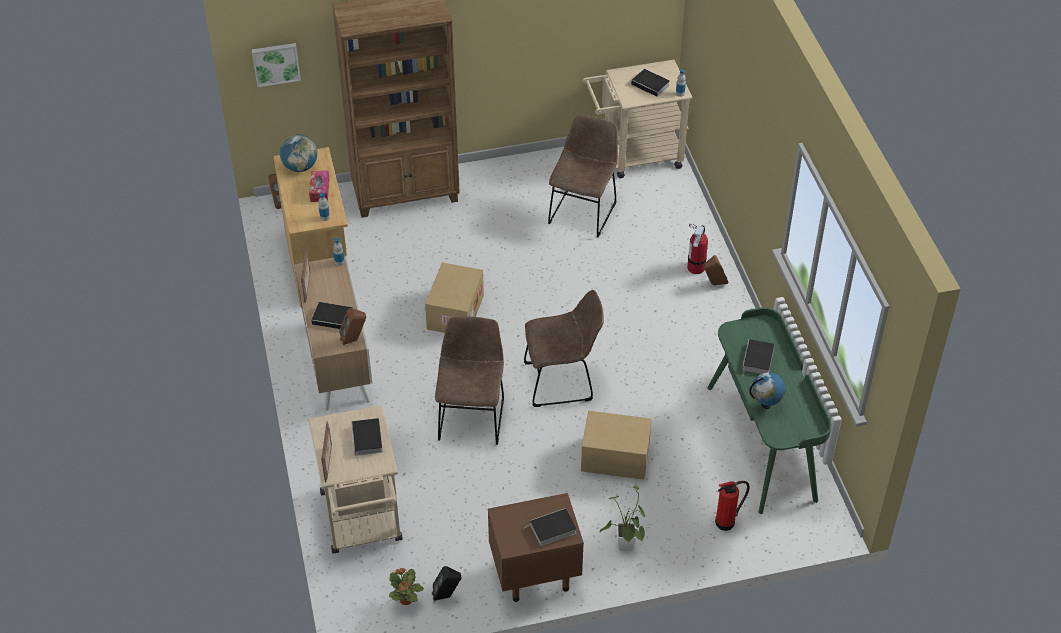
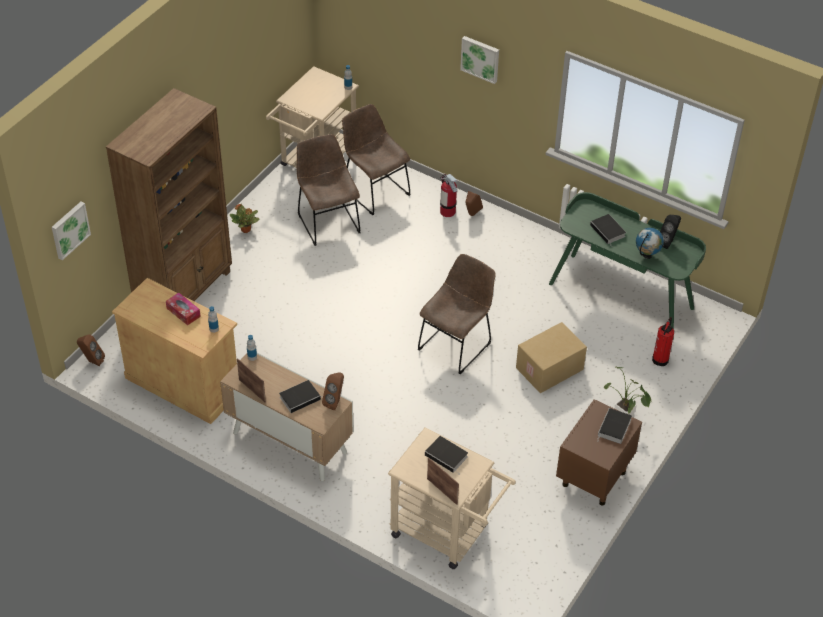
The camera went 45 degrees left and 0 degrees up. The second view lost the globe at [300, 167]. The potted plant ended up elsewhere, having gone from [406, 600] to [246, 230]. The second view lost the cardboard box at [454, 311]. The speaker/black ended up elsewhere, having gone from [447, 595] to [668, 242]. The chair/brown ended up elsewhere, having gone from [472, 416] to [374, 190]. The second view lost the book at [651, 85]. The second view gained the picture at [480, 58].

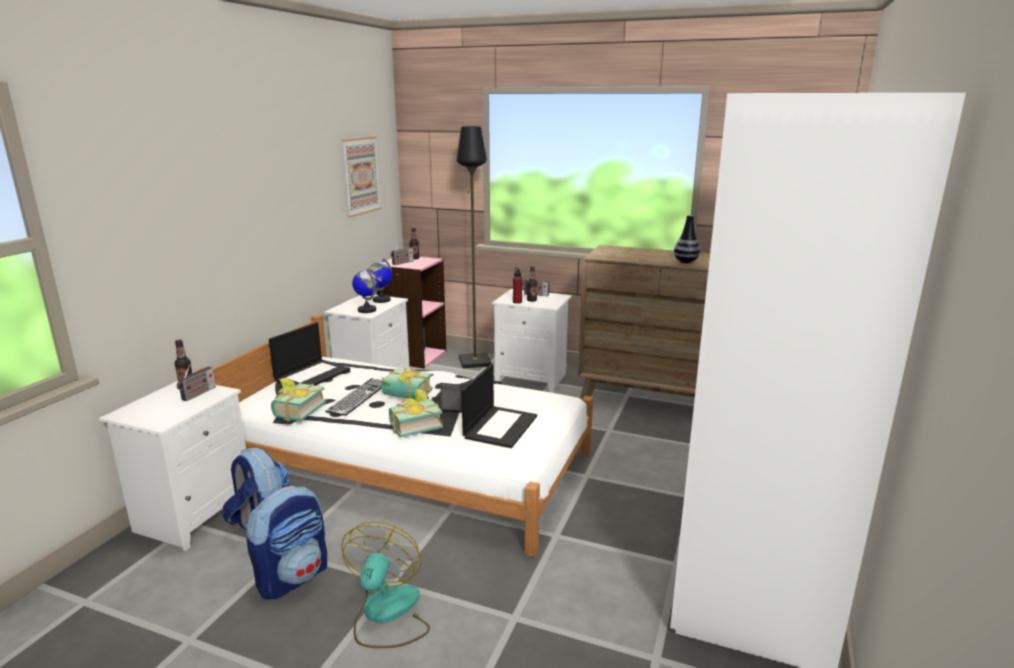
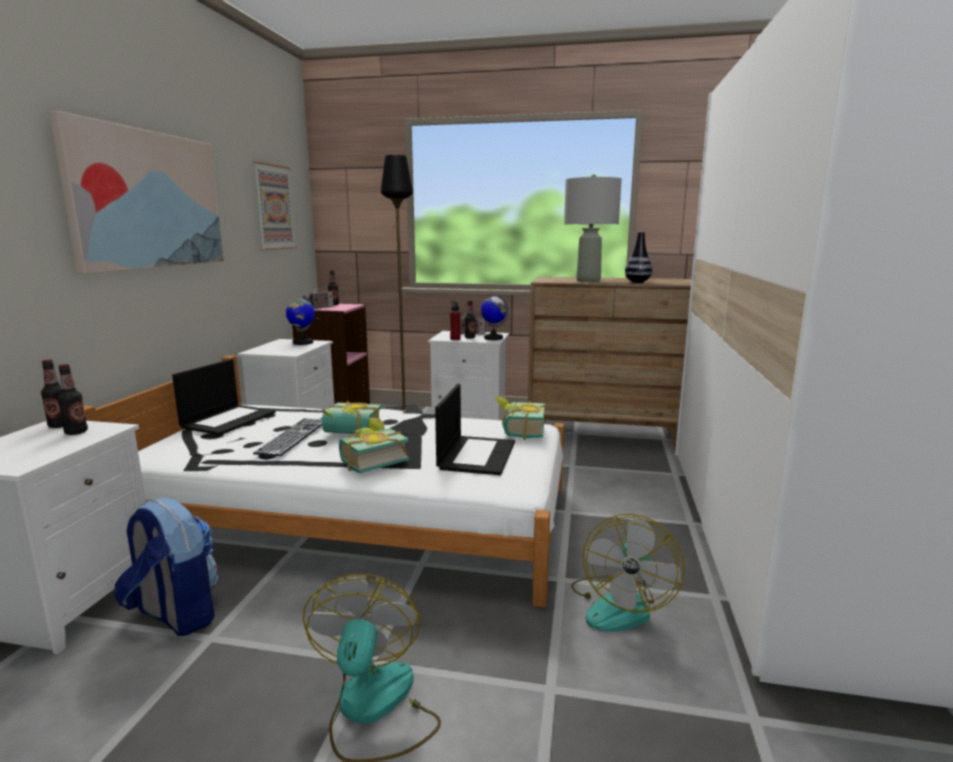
The camera went 10 degrees left and 5 degrees down. Where the radio stood at [198, 394], the bottle came to stand at [76, 432]. The second view lost the backpack at [293, 577]. The book ended up elsewhere, having gone from [295, 411] to [518, 431]. The globe ended up elsewhere, having gone from [367, 310] to [493, 338]. The second view lost the keyboard at [451, 399]. The second view gained the picture at [147, 200]. The second view gained the table lamp/grey at [588, 281]. The second view gained the fan at [620, 605].

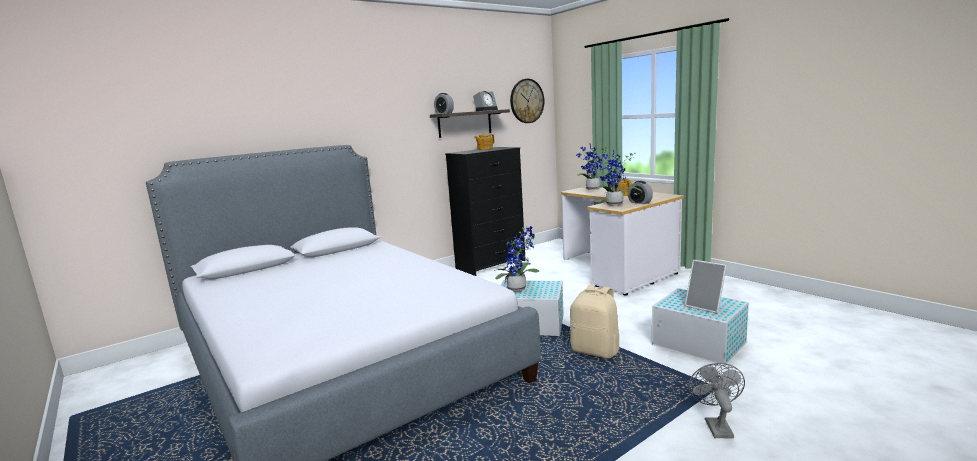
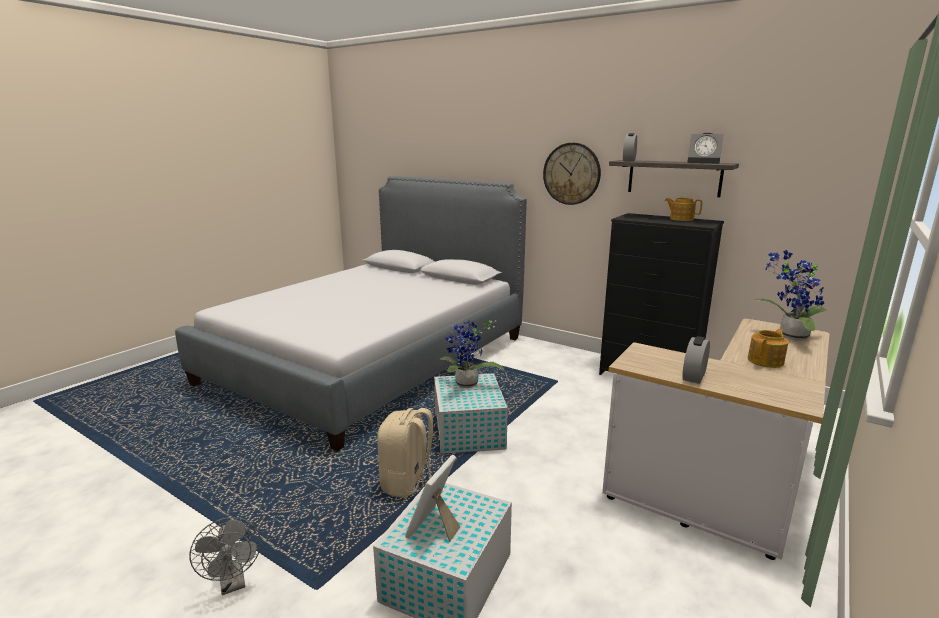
The camera went 70 degrees right and 5 degrees up. The wall clock ended up elsewhere, having gone from [526, 101] to [571, 174]. The second view lost the potted plant at [614, 205]. The fan/grey at [716, 425] ended up facing another way, 75 degrees clockwise from before.

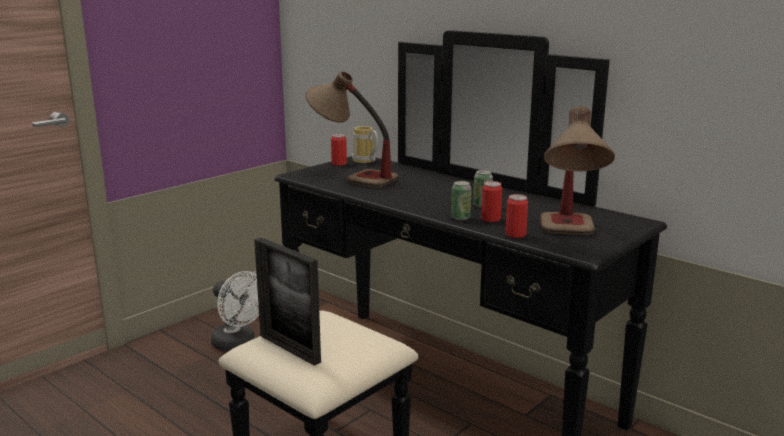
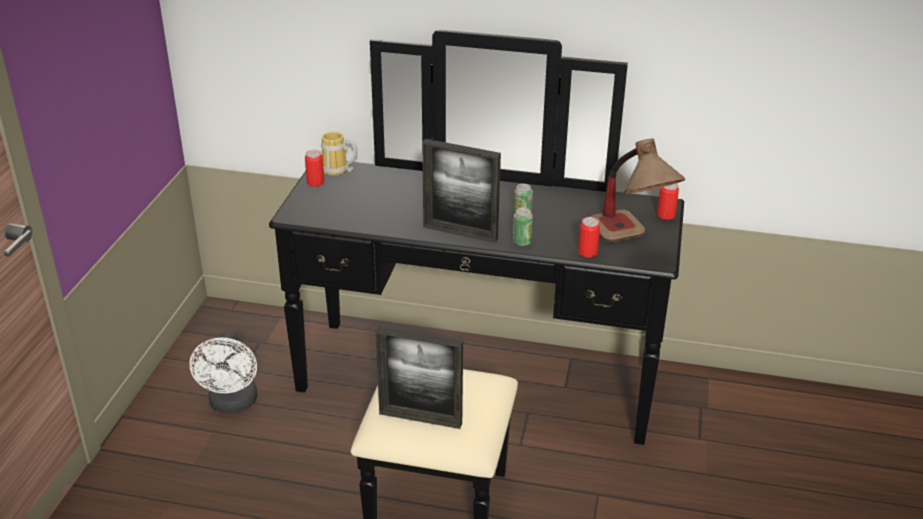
The camera went 30 degrees left and 15 degrees up. The fan/white at [238, 344] ended up facing another way, 75 degrees clockwise from before. The second view lost the table lamp at [351, 177]. The can ended up elsewhere, having gone from [490, 219] to [666, 215]. The second view gained the picture frame at [460, 233].

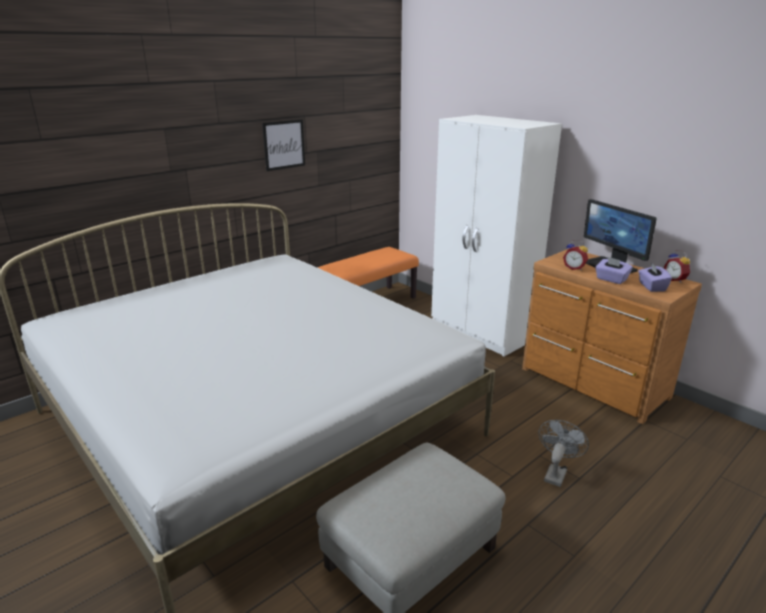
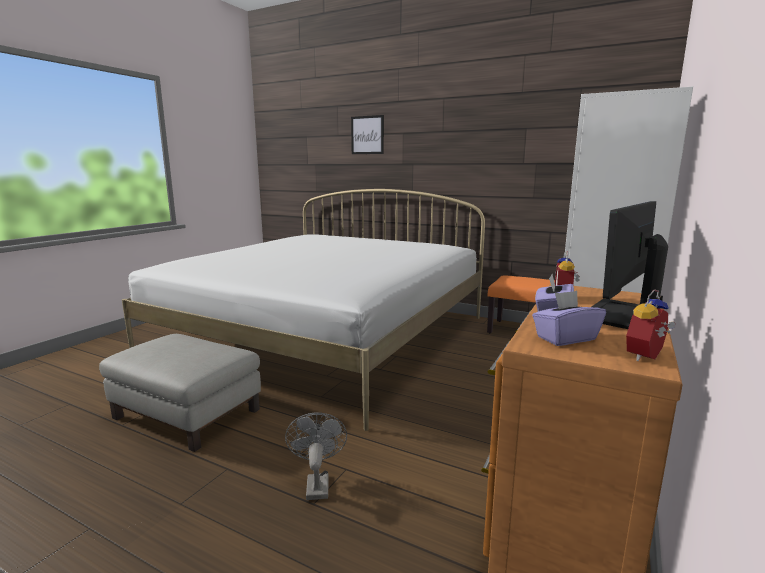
The camera went 70 degrees right and 10 degrees down. The picture ended up elsewhere, having gone from [284, 144] to [367, 135]. The fan/grey at [556, 473] ended up facing another way, 105 degrees counterclockwise from before.

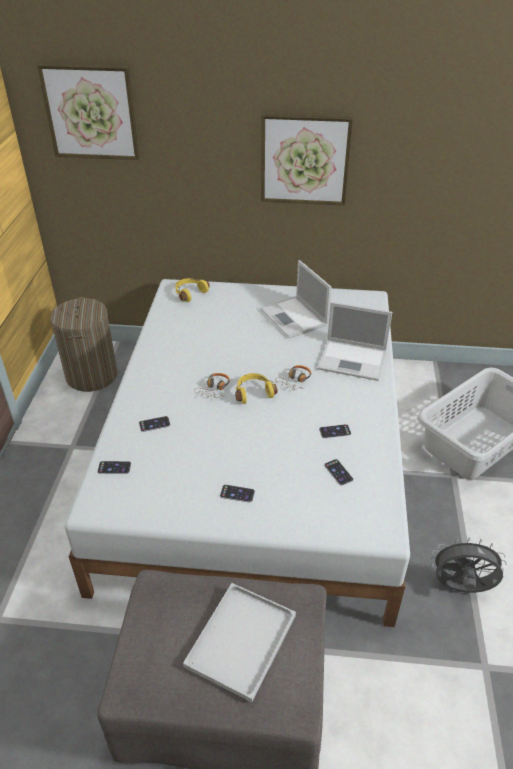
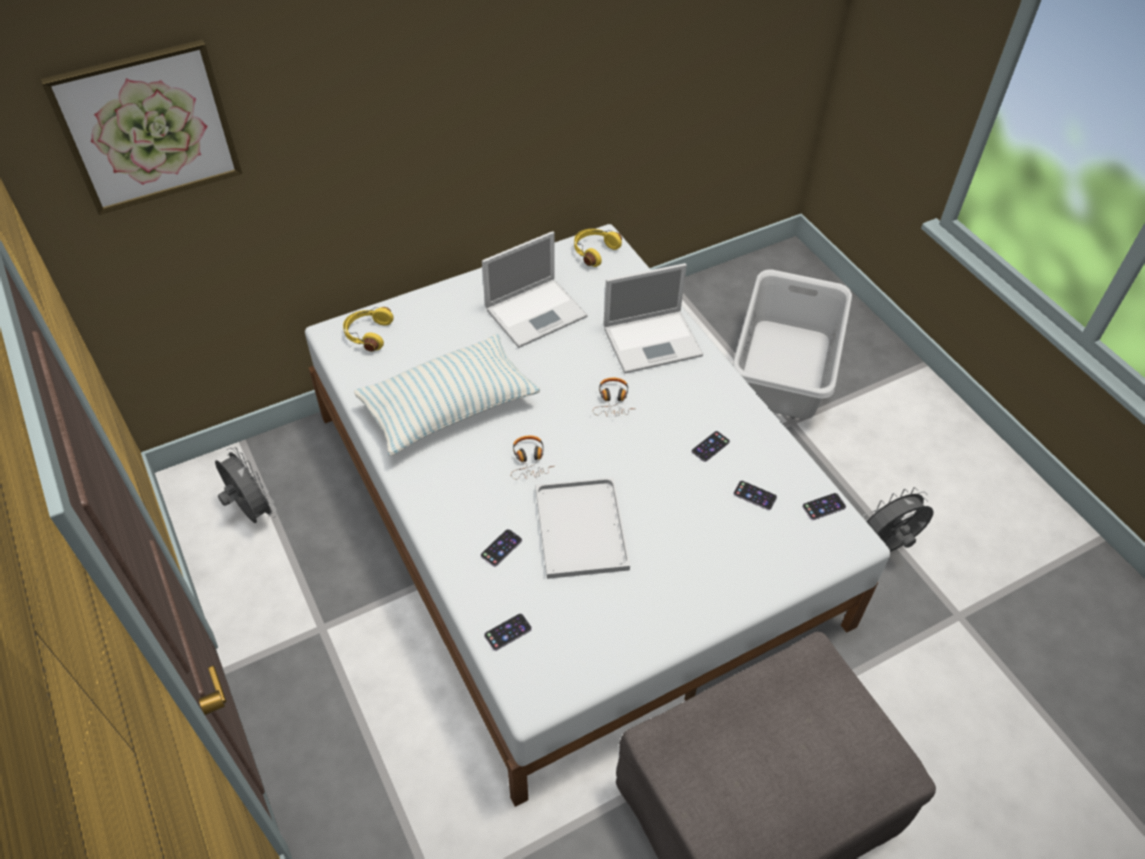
The camera went 35 degrees left and 10 degrees up. Where the laundry basket stood at [91, 375], the fan/grey came to stand at [251, 511]. The tray/white ended up elsewhere, having gone from [241, 638] to [579, 526]. The phone ended up elsewhere, having gone from [237, 493] to [824, 506]. The headphones/yellow ended up elsewhere, having gone from [253, 392] to [594, 251]. The laptop at [294, 318] ended up facing another way, 60 degrees counterclockwise from before. The second view lost the picture at [304, 160]. The second view gained the pillow at [449, 407].

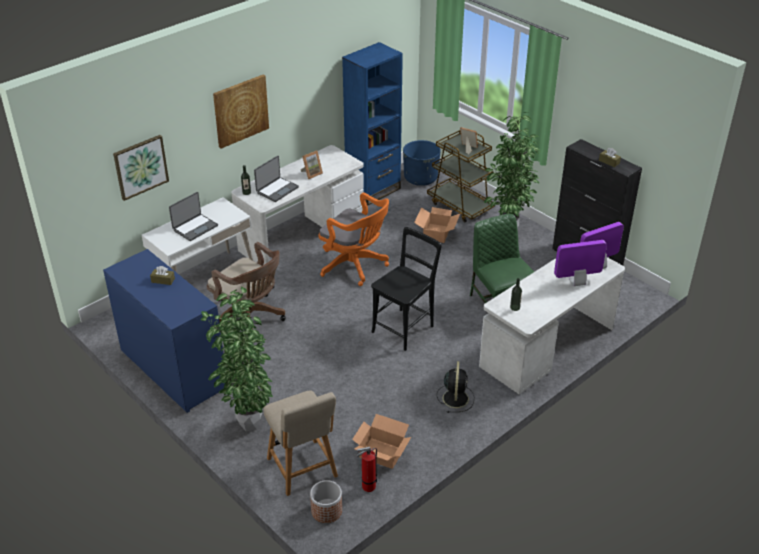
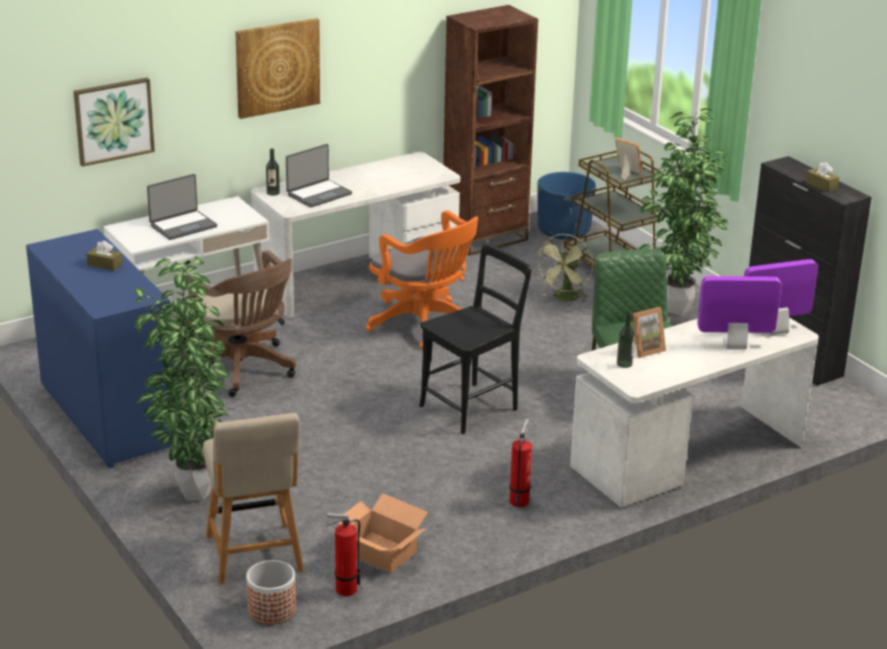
The camera went 10 degrees right and 10 degrees down. The picture frame ended up elsewhere, having gone from [311, 173] to [645, 349]. What was the bookcase/blue at [373, 191] turned into the bookcase/brown at [484, 238]. Where the cardboard box stood at [437, 233], the fan/green came to stand at [565, 299]. Where the fan/black stood at [455, 397], the fire extinguisher came to stand at [520, 500].

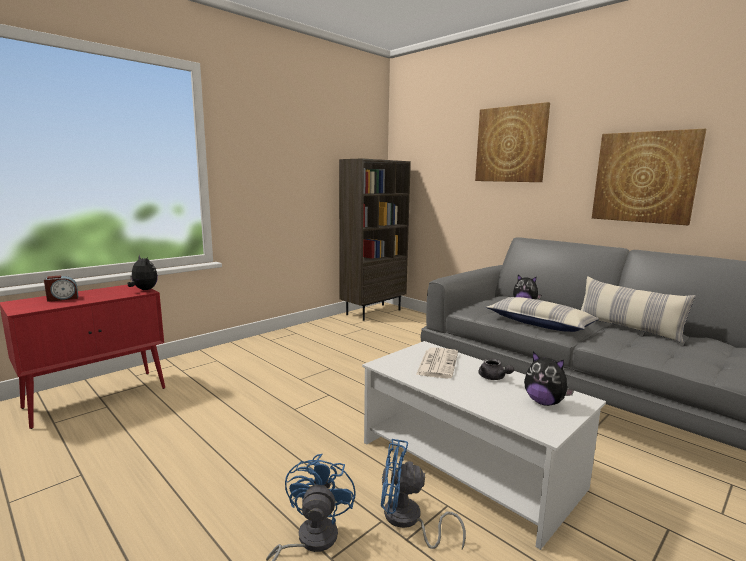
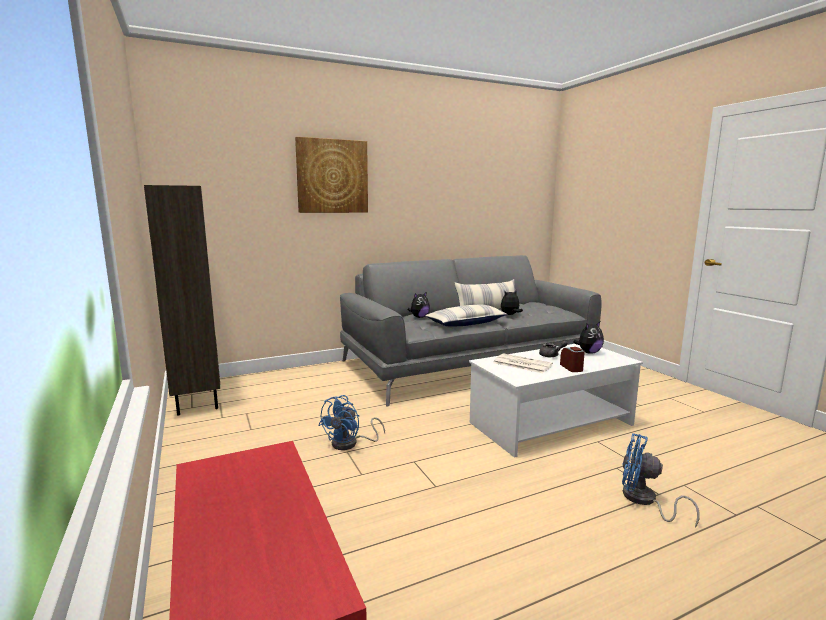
The camera went 70 degrees left and 0 degrees up. The alarm clock ended up elsewhere, having gone from [62, 298] to [572, 368]. The plush toy ended up elsewhere, having gone from [144, 290] to [510, 315]. The fan/blue ended up elsewhere, having gone from [407, 521] to [350, 443]. The second view lost the picture at [644, 177].

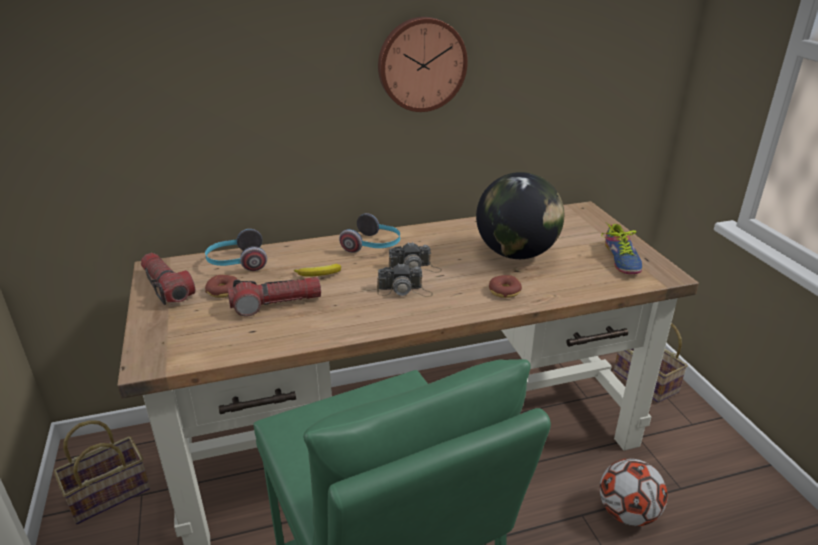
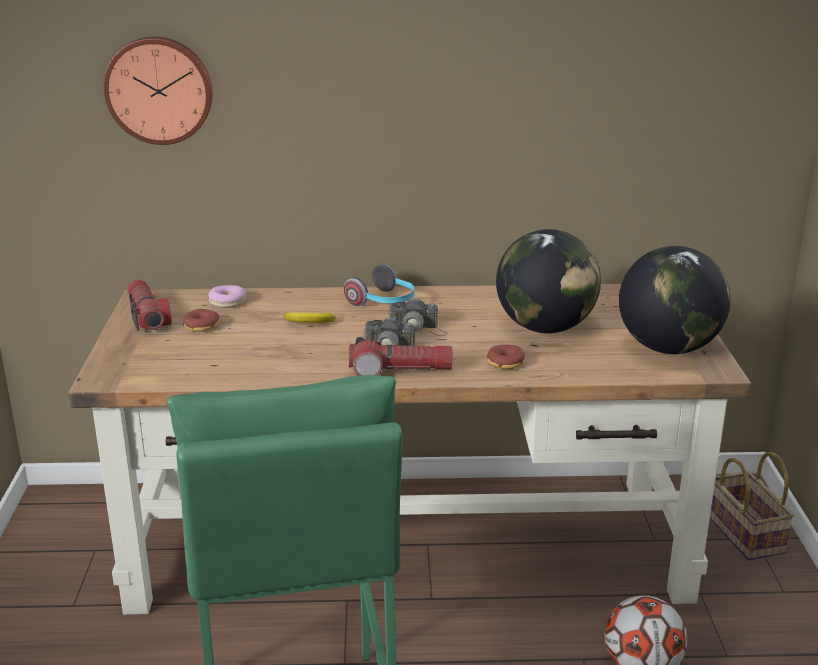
The camera went 15 degrees right and 5 degrees down. The second view lost the basket at [110, 492]. Where the headphones stood at [237, 263], the donut came to stand at [227, 302]. The flashlight ended up elsewhere, having gone from [276, 304] to [400, 370]. The wall clock ended up elsewhere, having gone from [421, 64] to [159, 90]. Where the shoe stood at [619, 260], the globe came to stand at [668, 348].

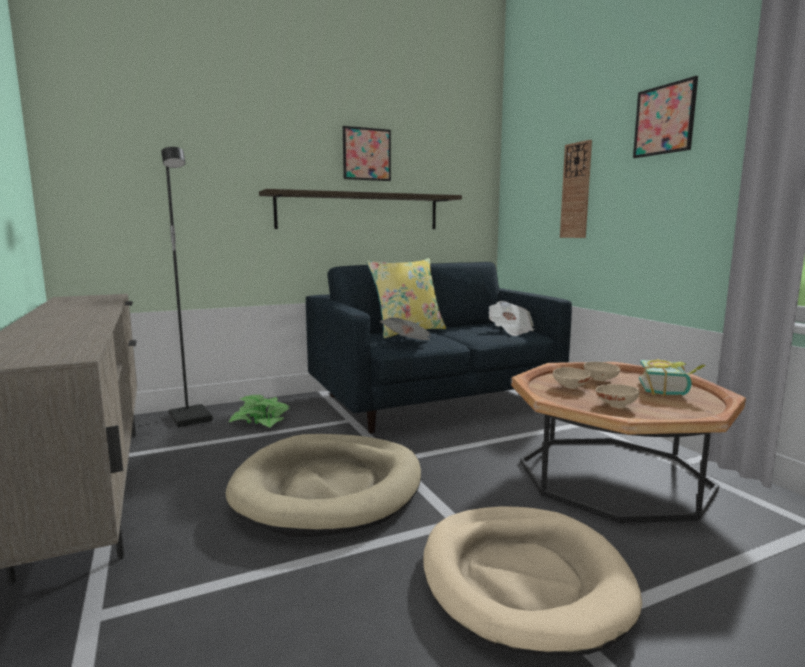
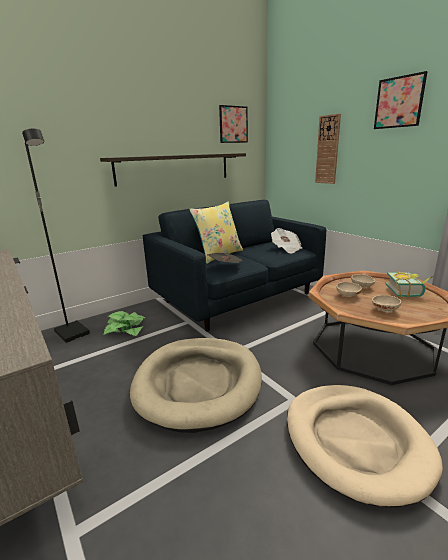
The camera went 10 degrees left and 10 degrees up. The picture ended up elsewhere, having gone from [366, 154] to [233, 124].

